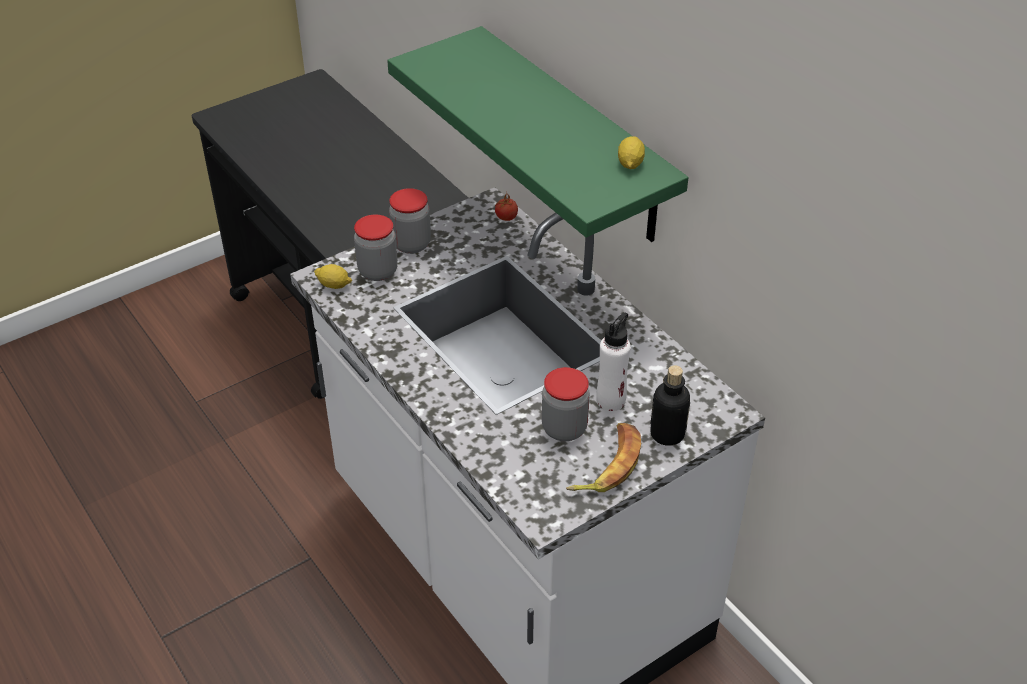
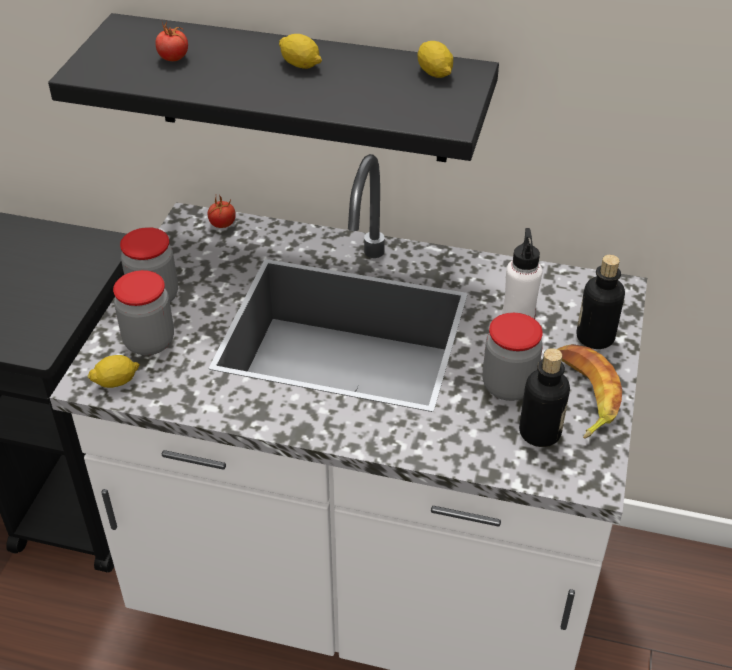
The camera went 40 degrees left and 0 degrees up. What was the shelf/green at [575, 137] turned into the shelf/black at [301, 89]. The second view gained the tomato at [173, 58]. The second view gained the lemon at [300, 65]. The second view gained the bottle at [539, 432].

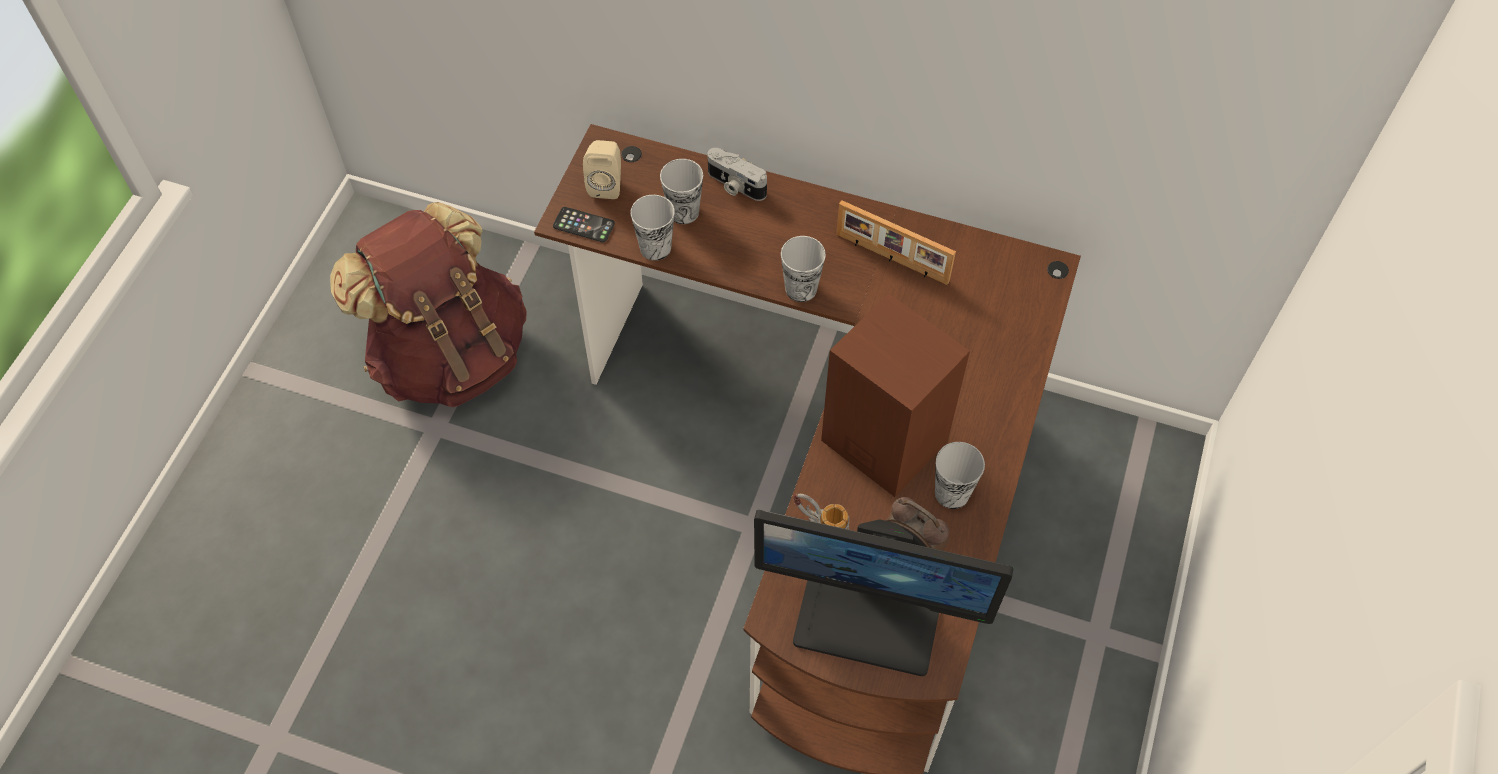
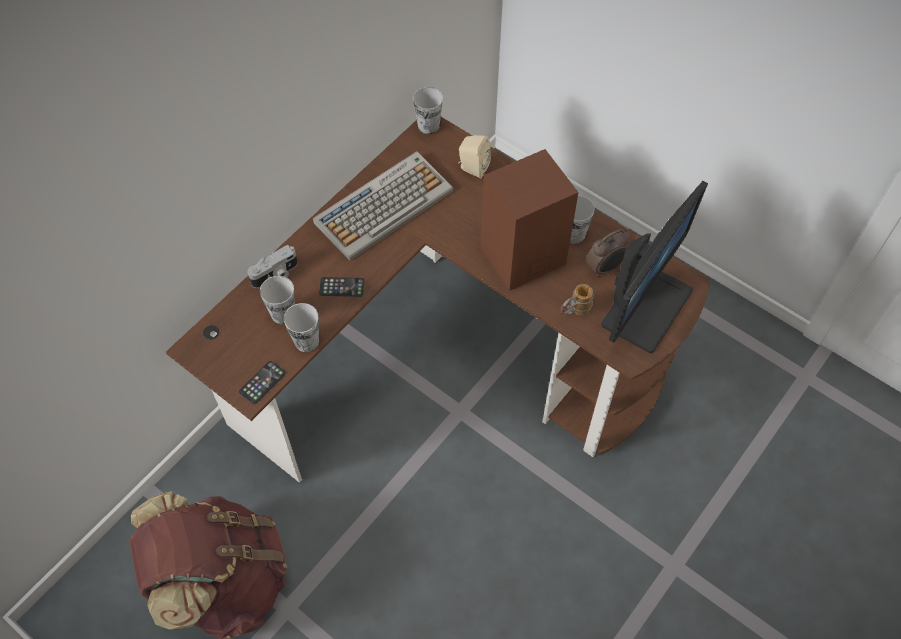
The camera went 70 degrees left and 0 degrees up. The speaker/beige ended up elsewhere, having gone from [606, 184] to [472, 168]. The cup ended up elsewhere, having gone from [801, 289] to [428, 126]. Where the picture frame stood at [891, 259], the keyboard came to stand at [384, 205]. The second view gained the phone at [341, 287].

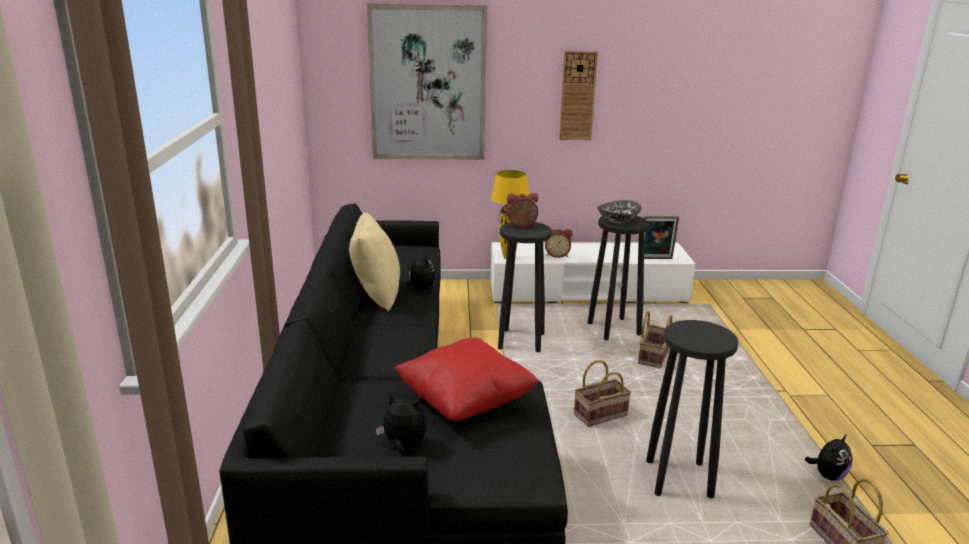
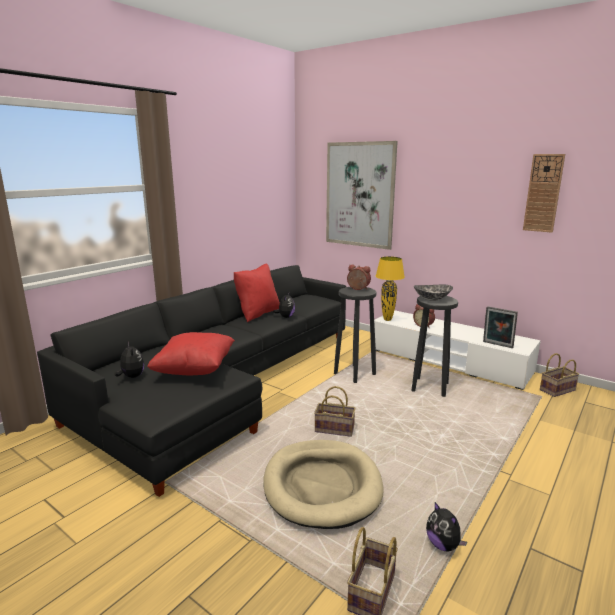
The camera went 40 degrees right and 5 degrees down. What was the pillow/beige at [376, 294] turned into the pillow/red at [257, 314]. The wall clock ended up elsewhere, having gone from [577, 96] to [543, 193]. The basket ended up elsewhere, having gone from [652, 357] to [557, 389]. Where the stool/black stood at [678, 478], the dog bed/beige came to stand at [322, 486]. The plush toy at [828, 476] ended up facing another way, 60 degrees clockwise from before.

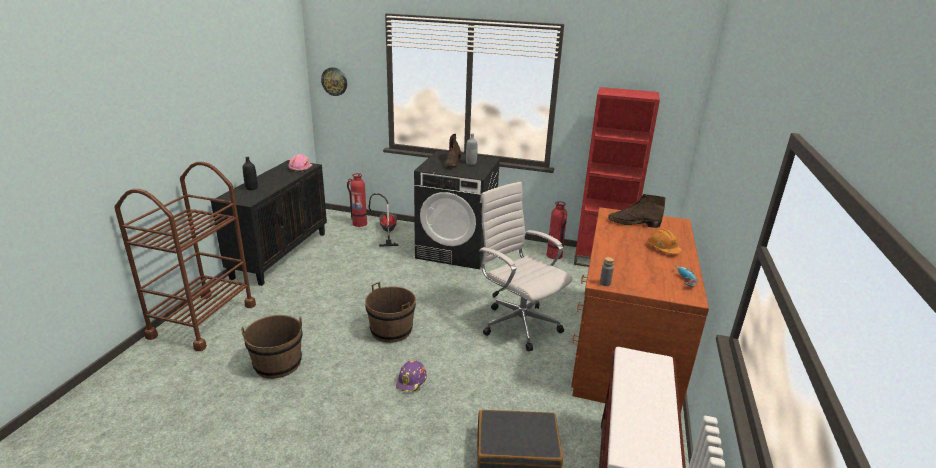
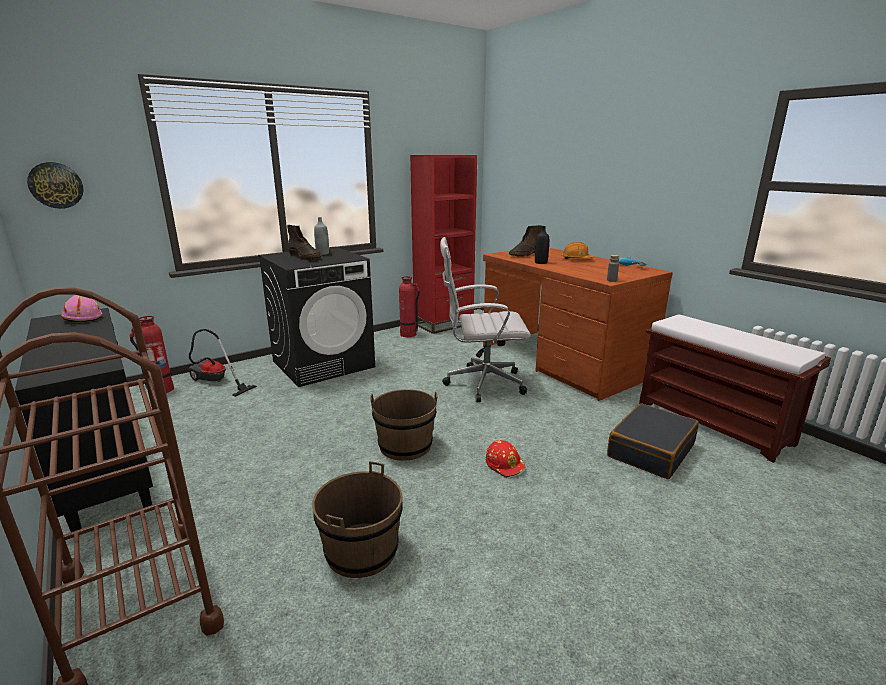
The camera went 50 degrees left and 5 degrees down. The bottle/black ended up elsewhere, having gone from [251, 188] to [541, 262]. What was the hard hat/purple at [412, 381] turned into the hard hat/red at [505, 465].

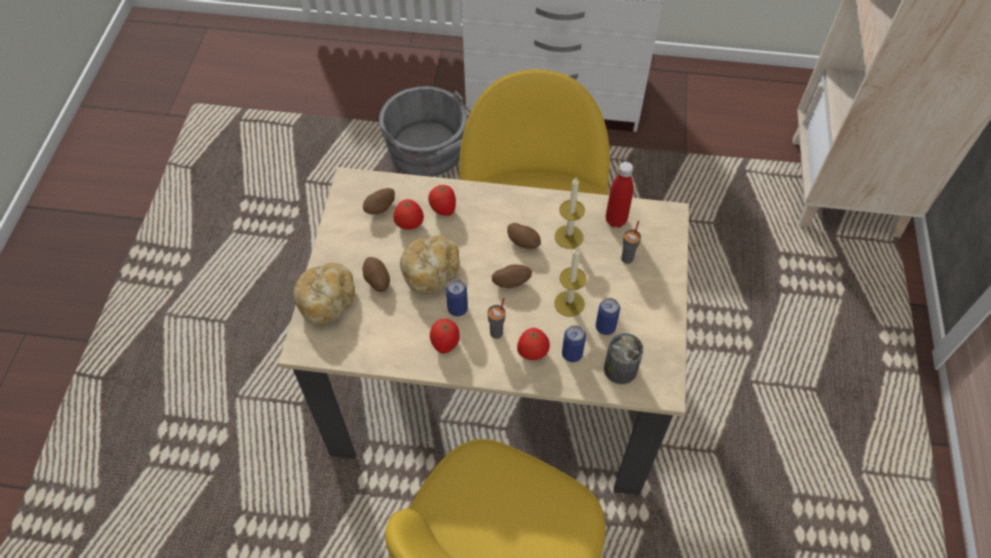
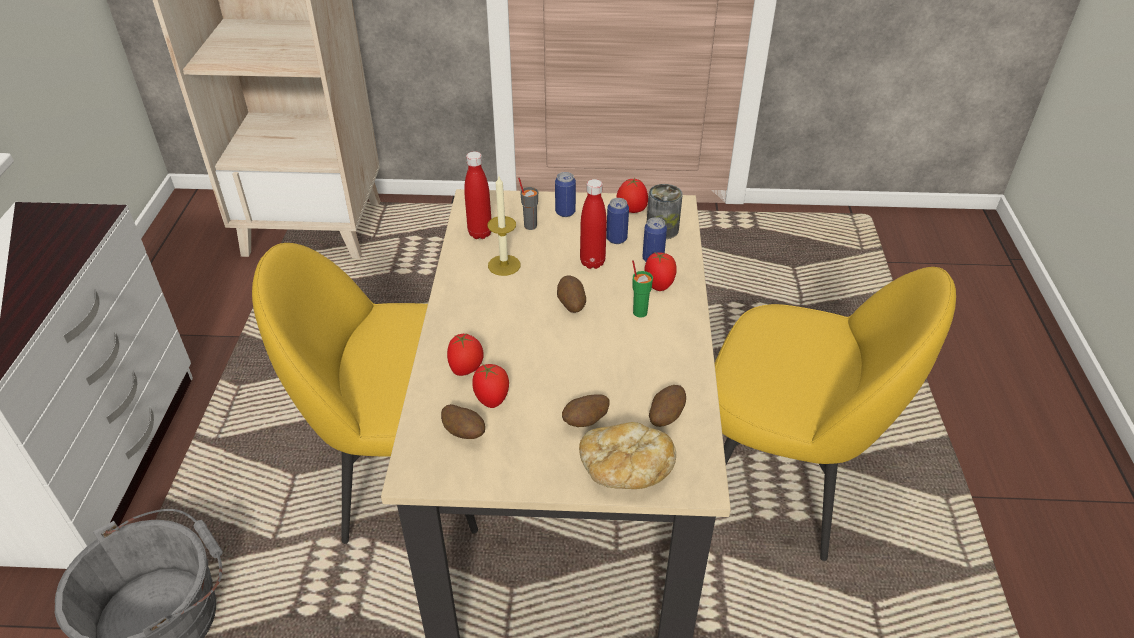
The camera went 95 degrees left and 15 degrees down. The second view lost the bread at [431, 272]. The tomato ended up elsewhere, having gone from [445, 343] to [631, 210]. The can ended up elsewhere, having gone from [457, 309] to [565, 212]. What was the cup/grey at [496, 333] turned into the cup/green at [640, 312]. The potato ended up elsewhere, having gone from [523, 243] to [665, 416]. Where the candle stood at [569, 303], the bottle/red came to stand at [592, 262].

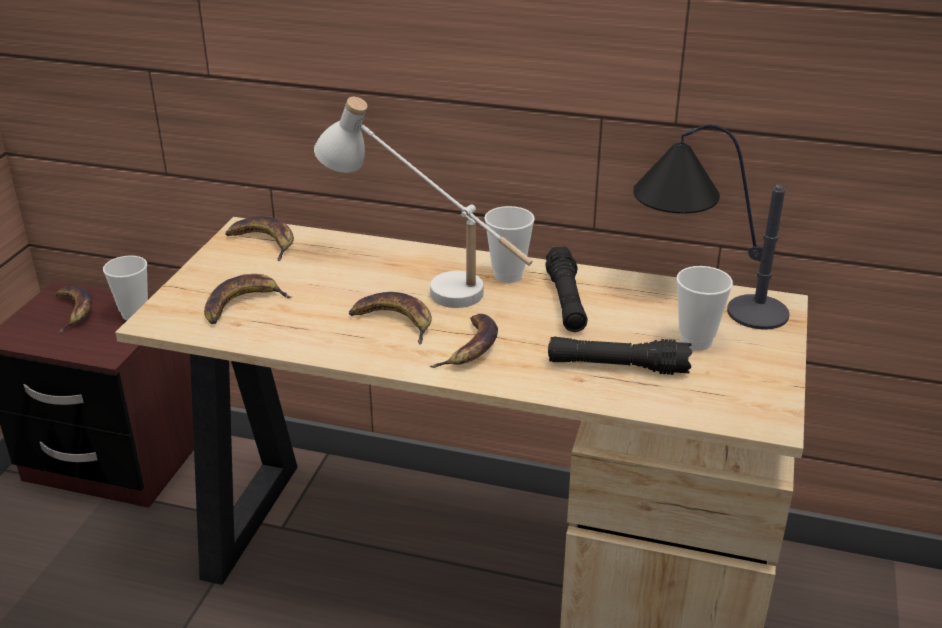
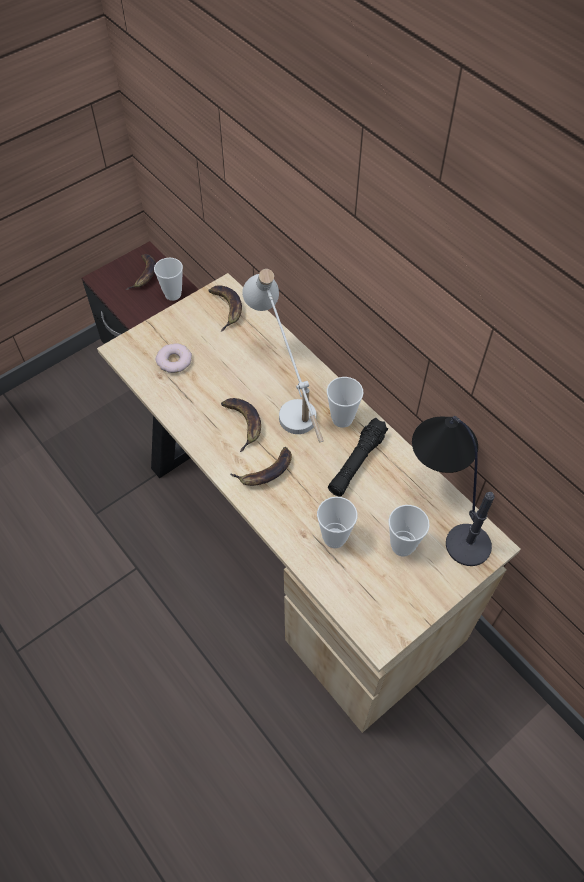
The camera went 35 degrees right and 25 degrees up. Where the banana stood at [242, 304], the donut came to stand at [174, 361]. Where the flashlight/black stood at [617, 366], the cup came to stand at [334, 538].

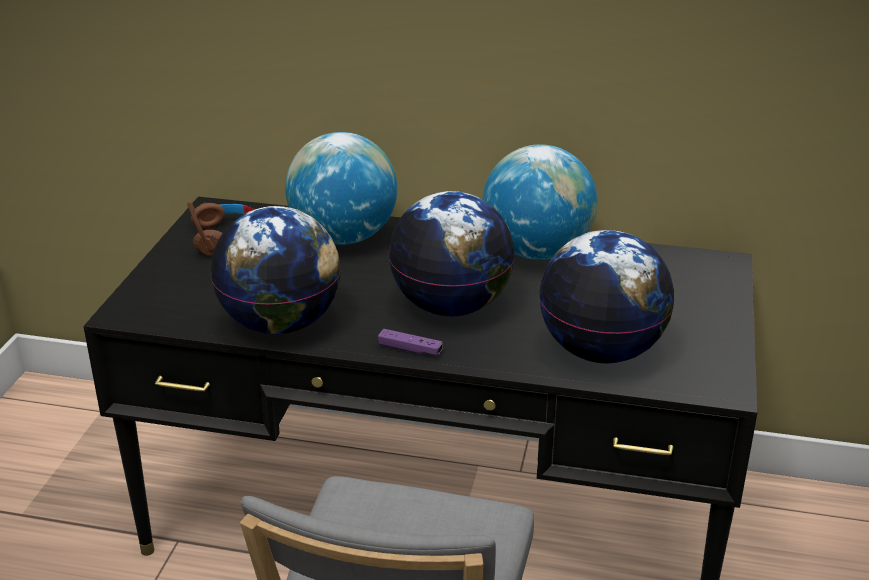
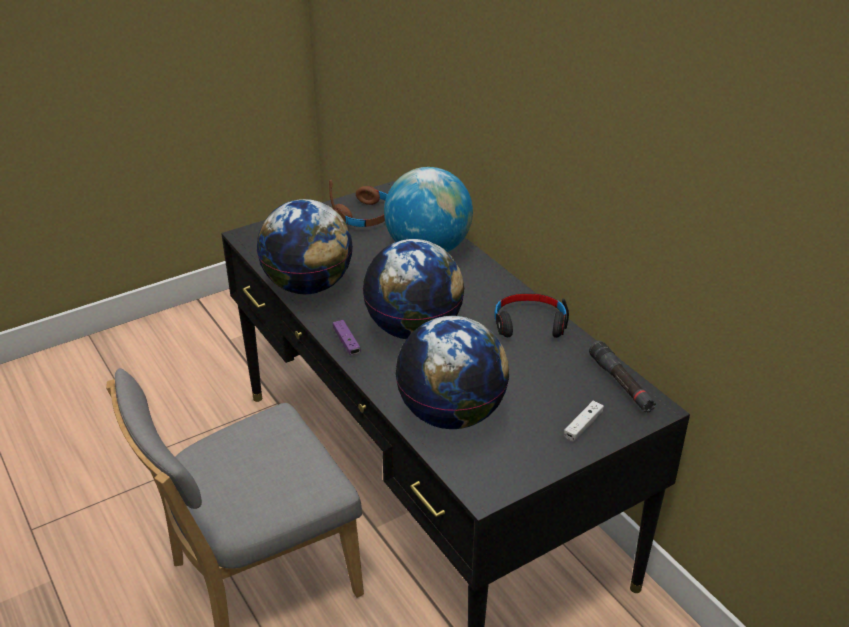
The camera went 45 degrees right and 5 degrees up. Where the globe stood at [536, 252], the headphones/black came to stand at [529, 324]. The second view gained the game controller/white at [583, 425]. The second view gained the flashlight/black at [621, 383].

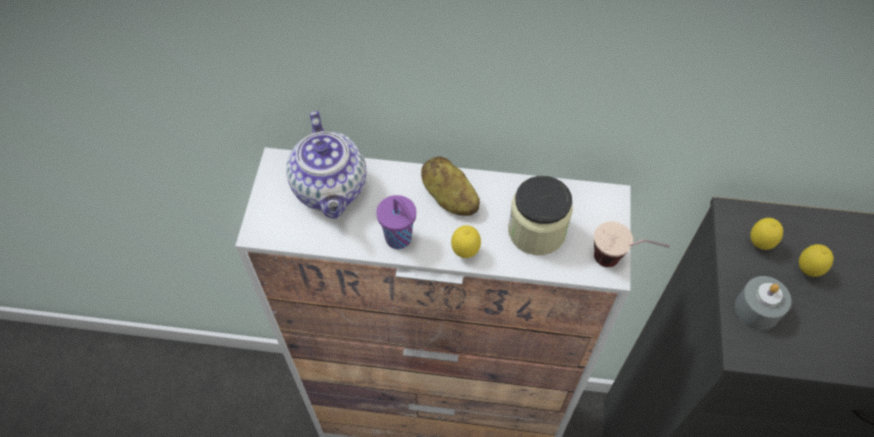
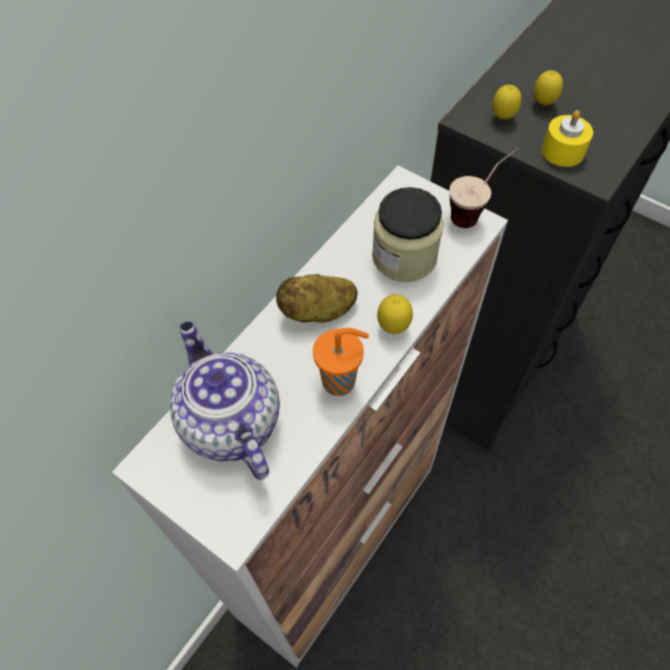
The camera went 60 degrees left and 0 degrees up. The teapot at [331, 189] ended up facing another way, 135 degrees counterclockwise from before. What was the cup/purple at [399, 239] turned into the cup/orange at [341, 381]. What was the candle/grey at [757, 309] turned into the candle/yellow at [562, 151].

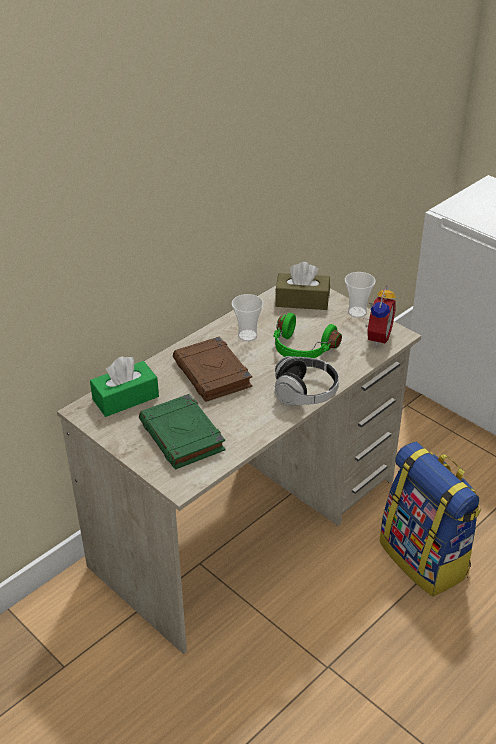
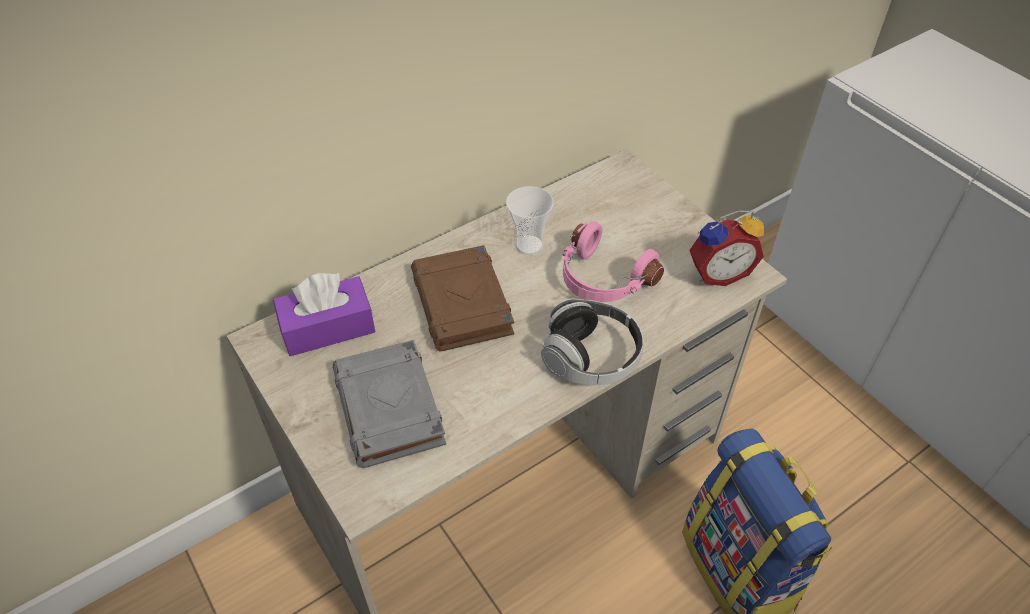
The camera went 10 degrees right and 10 degrees up. What was the tissue box/green at [125, 398] turned into the tissue box/purple at [328, 328]. What was the book/green at [183, 437] turned into the book/grey at [390, 409]. What was the headphones/green at [302, 349] turned into the headphones/pink at [602, 280]. The second view lost the tissue box/brown at [302, 300]. The second view lost the cup at [357, 312]. The alarm clock at [376, 337] ended up facing another way, 45 degrees clockwise from before.

